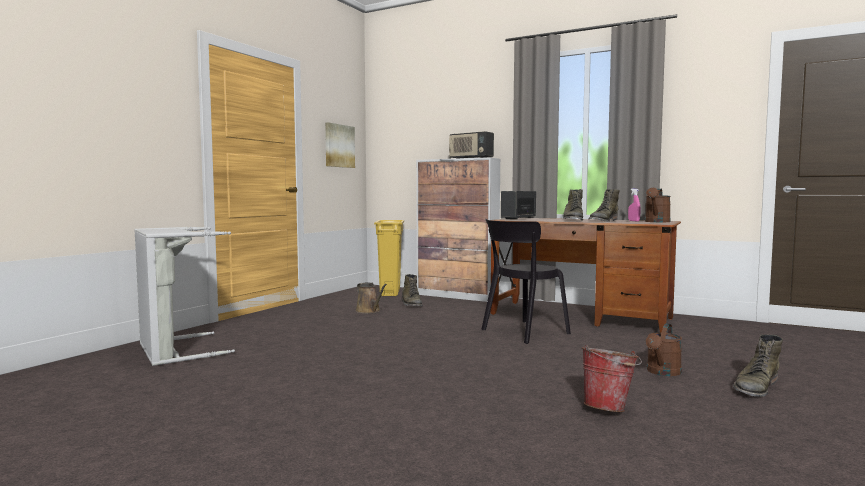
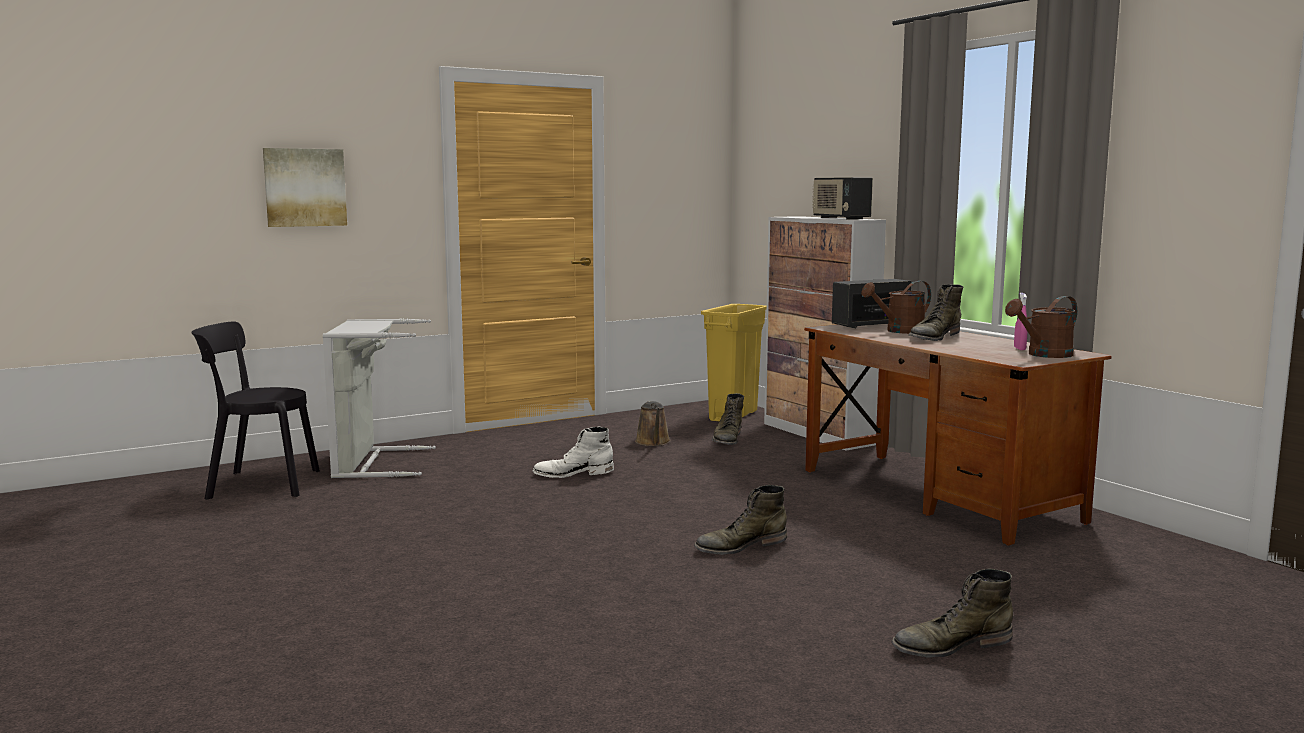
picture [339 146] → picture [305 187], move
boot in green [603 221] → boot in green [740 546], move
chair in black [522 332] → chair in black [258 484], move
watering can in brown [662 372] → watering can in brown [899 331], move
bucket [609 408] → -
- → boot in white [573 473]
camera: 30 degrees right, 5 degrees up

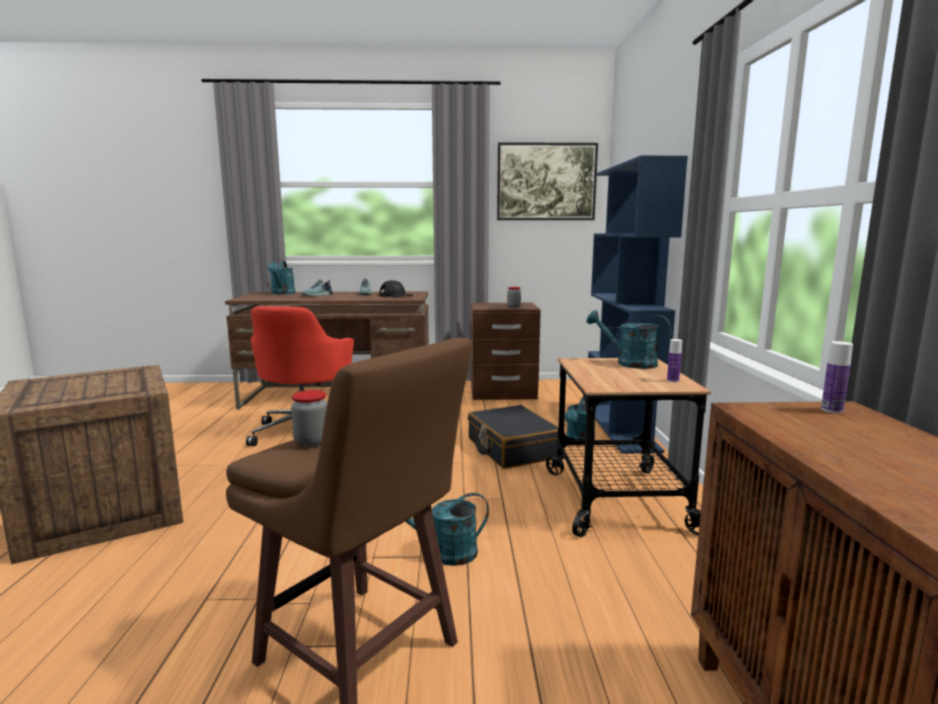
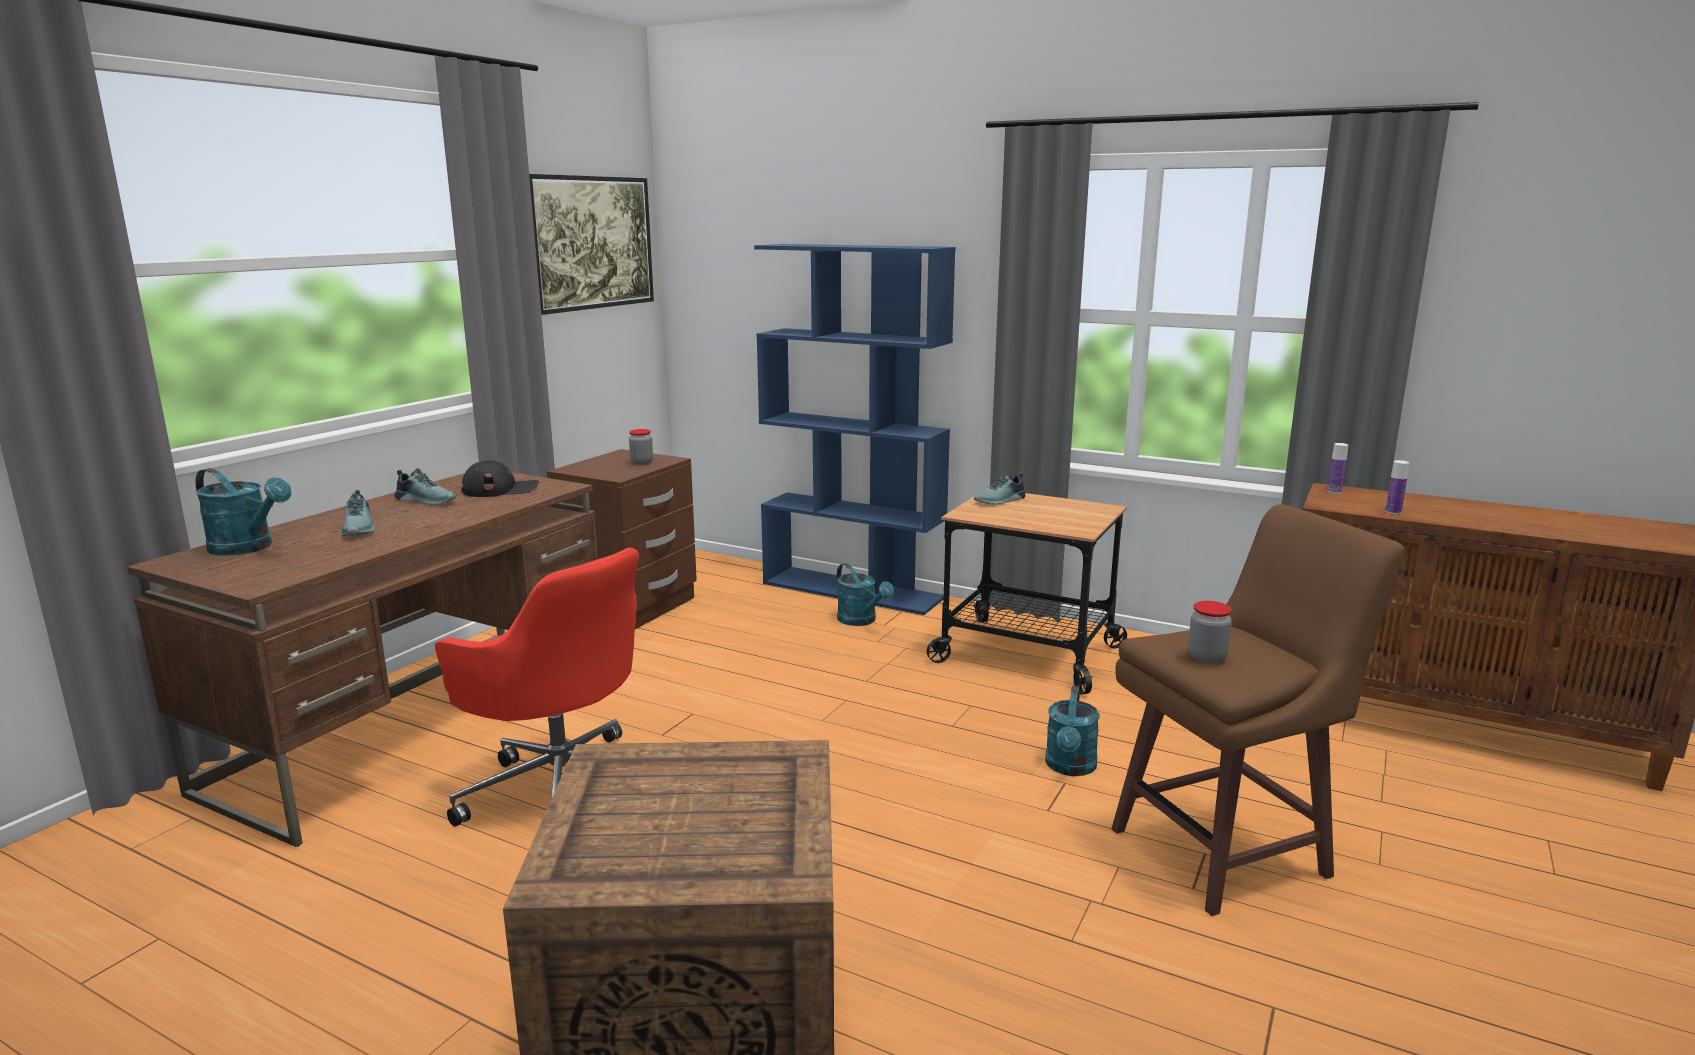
watering can in turquoise [629 363] → shoe [1001 501]
bottle [673 380] → bottle [1393 512], move
suitcase in black [512 449] → -
camera: 60 degrees left, 5 degrees up

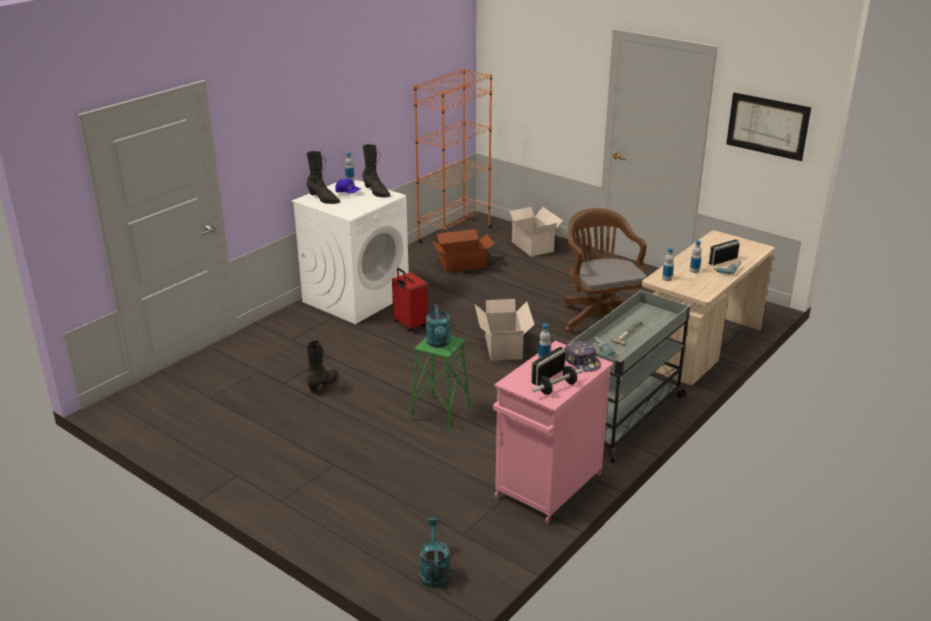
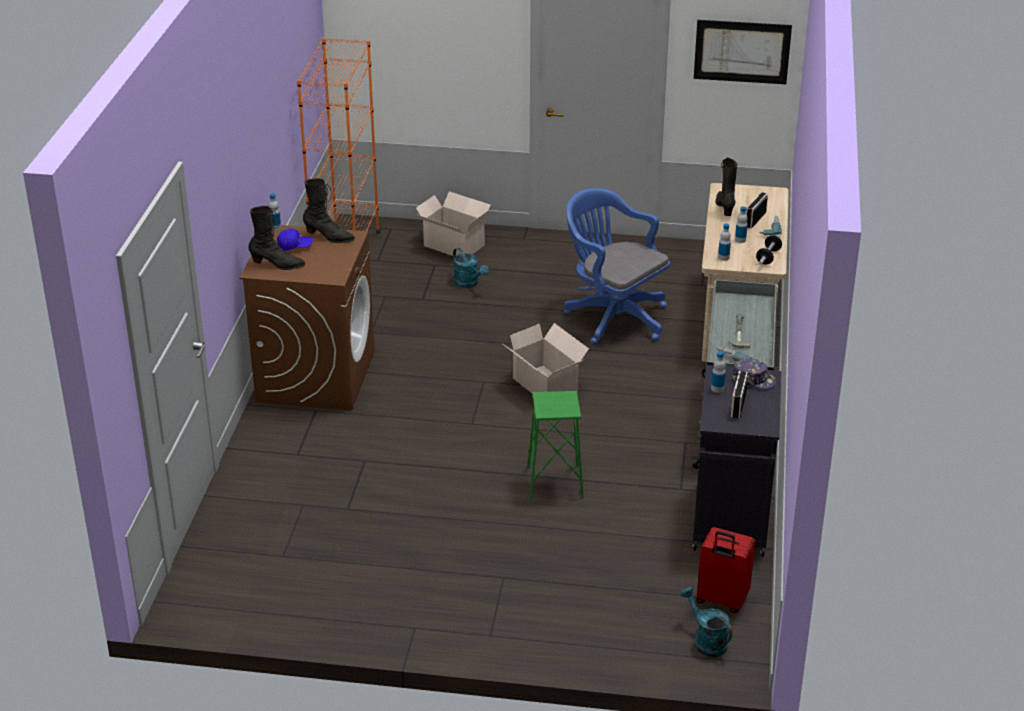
washing machine in white [356 297] → washing machine in brown [316 376]
office chair in brown [600 318] → office chair in blue [613 317]
cardboard box [463 264] → -
suitcase in red [409 325] → suitcase in red [721 600], move
watering can in turquoise [439 343] → watering can in turquoise [469 284], move
boot in black [323 384] → boot in black [724 208], move
cabinet in pink [547 487] → cabinet in black [730 521]
dumbbell [557 388] → dumbbell [768 257], move
camera: 30 degrees left, 5 degrees up

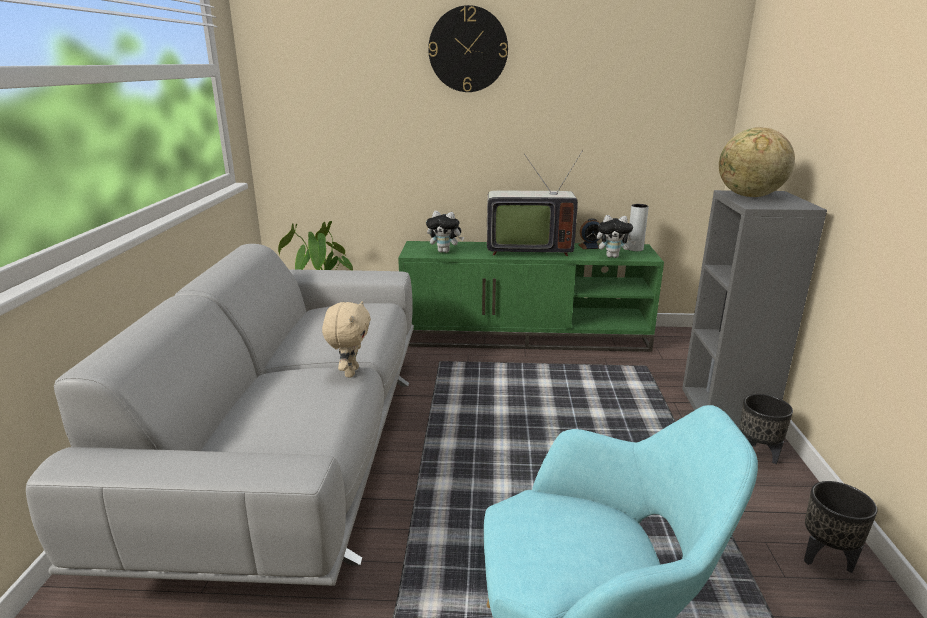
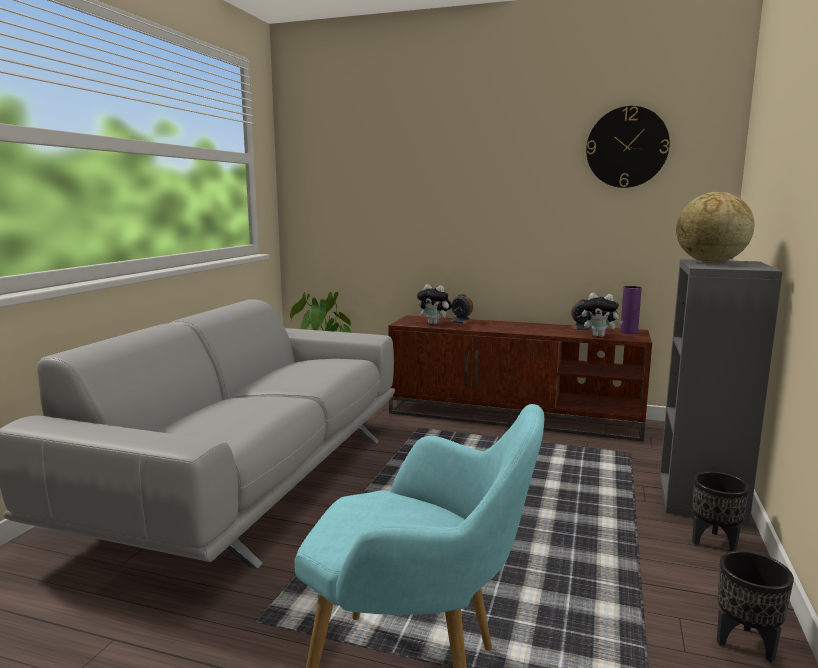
wall clock [468 49] → wall clock [627 147], move
television [527 249] → -
vase in grey [635 249] → vase in purple [629 332]
tv stand in green [526 336] → tv stand in brown [514 416]
plush toy in beige [350 372] → -
- → alarm clock [461 321]
camera: 15 degrees right, 10 degrees down

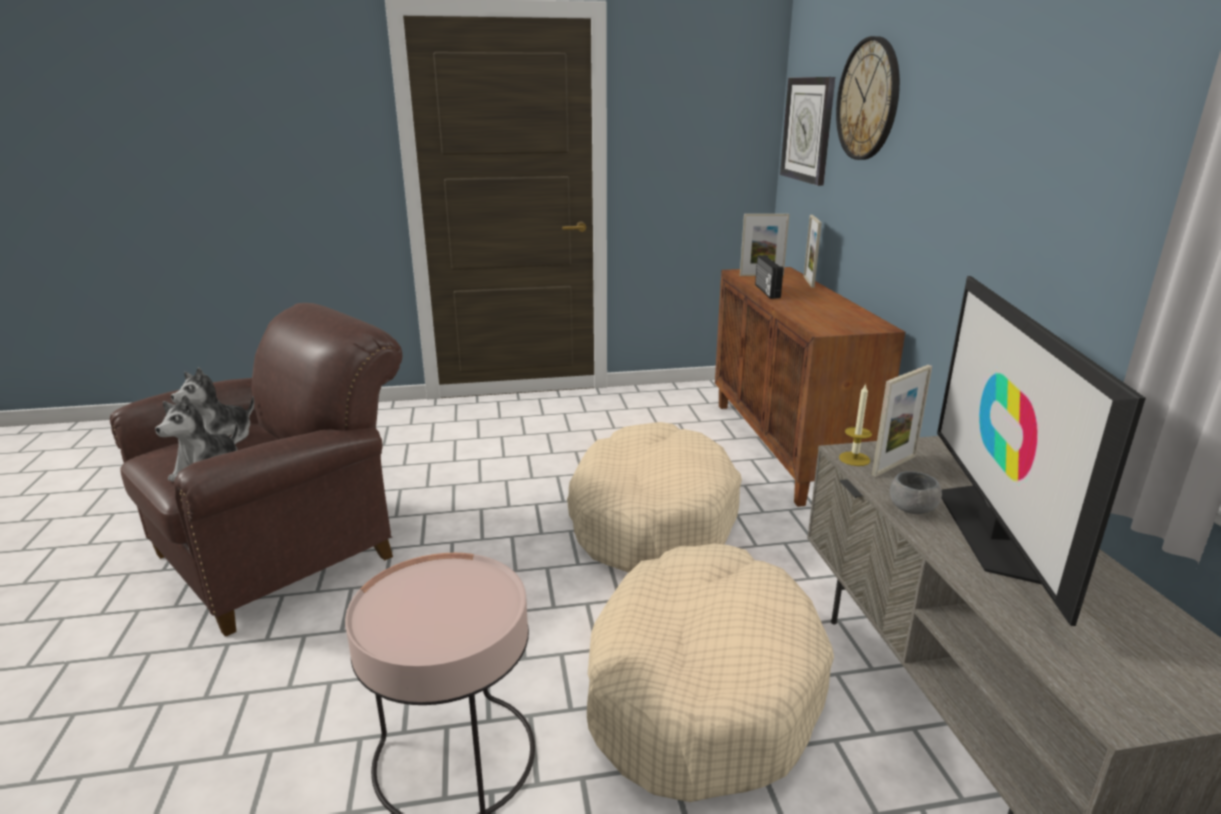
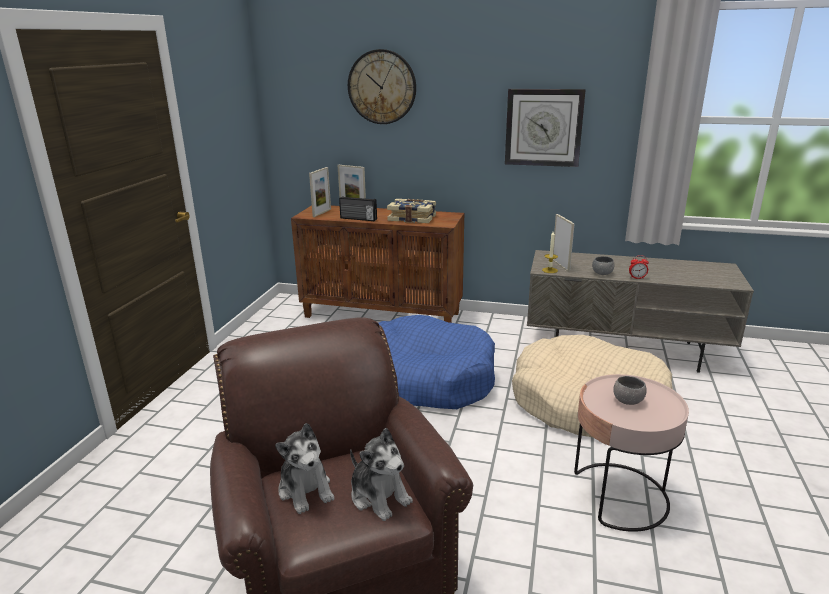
wall clock [808 129] → wall clock [543 127], move
television [992 530] → -
dog bed in beige [650 518] → dog bed in blue [425 378]
- → book [412 218]
- → alarm clock [637 278]
- → bowl in grey [628 401]
camera: 65 degrees left, 0 degrees up

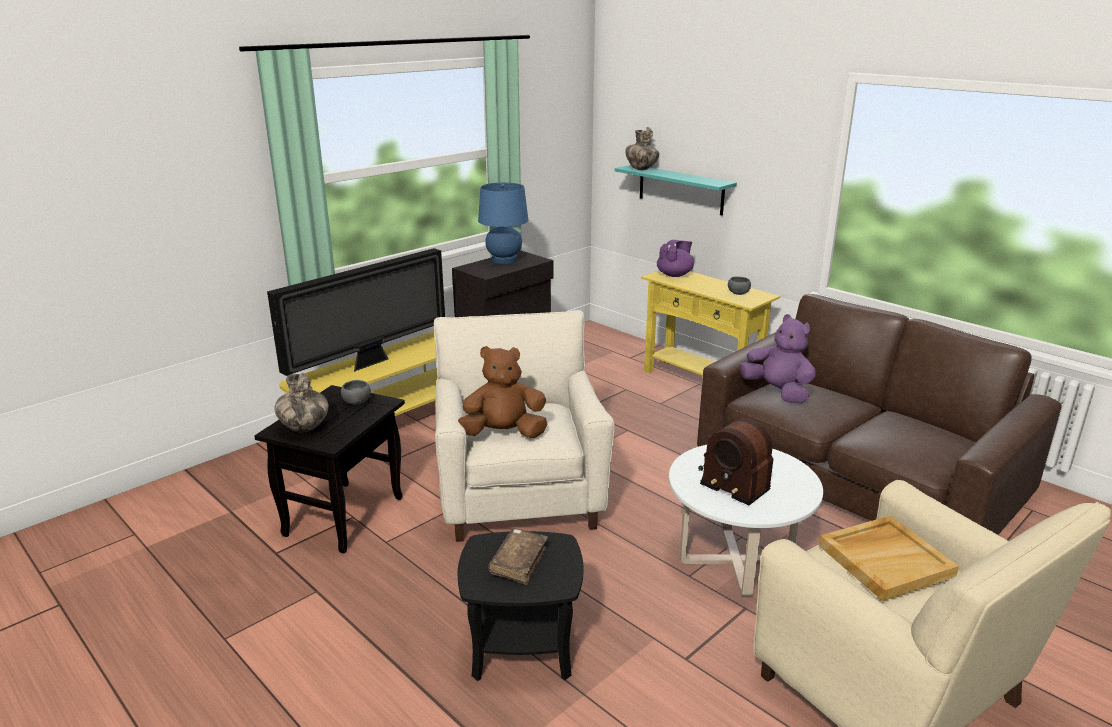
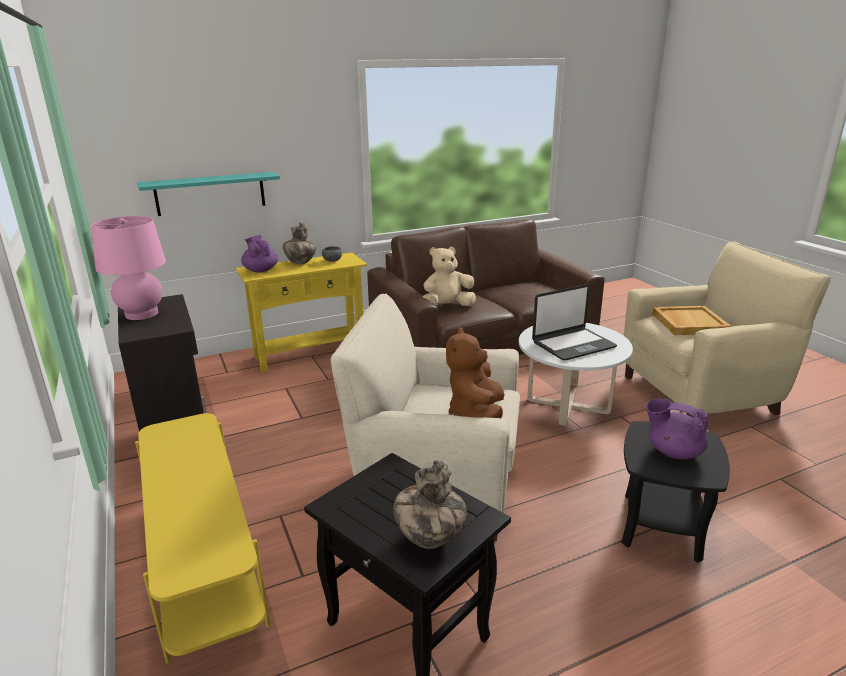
vase [641 169] → vase [300 262], move
table lamp in blue [504 260] → table lamp in pink [142 314]
television [370 362] → -
plush toy in purple [777 392] → plush toy in beige [447 307]
bowl in grey [356 402] → -
radio [734 478] → laptop [572 344]
book in brown [518 562] → teapot in purple [673 452]
camera: 70 degrees left, 0 degrees up

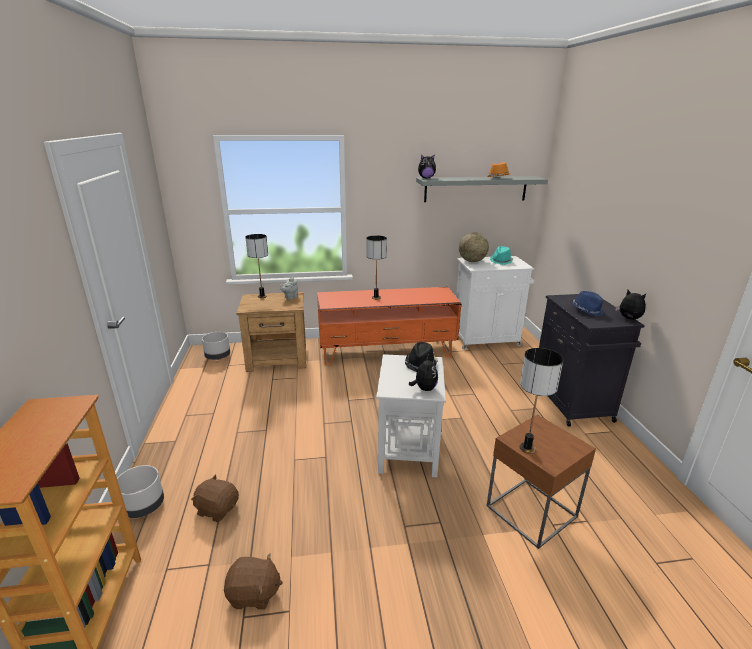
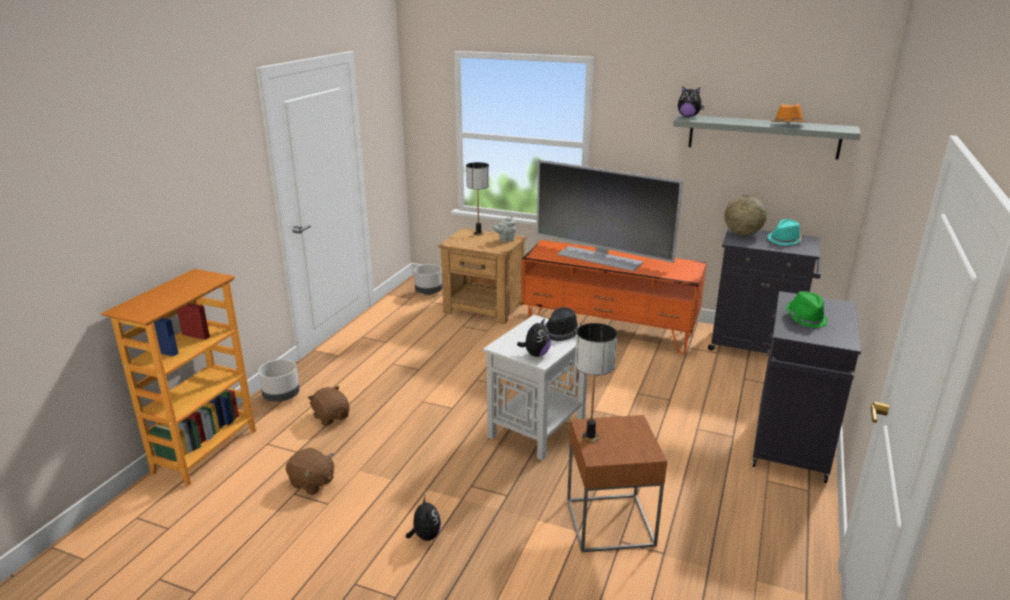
table lamp [376 297] → television [600 258]
cabinet in white [486 339] → cabinet in black [756 346]
plush toy [628 319] → plush toy [425 536], move
hat in blue [586 310] → hat in green [805 318]
camera: 30 degrees right, 0 degrees up

